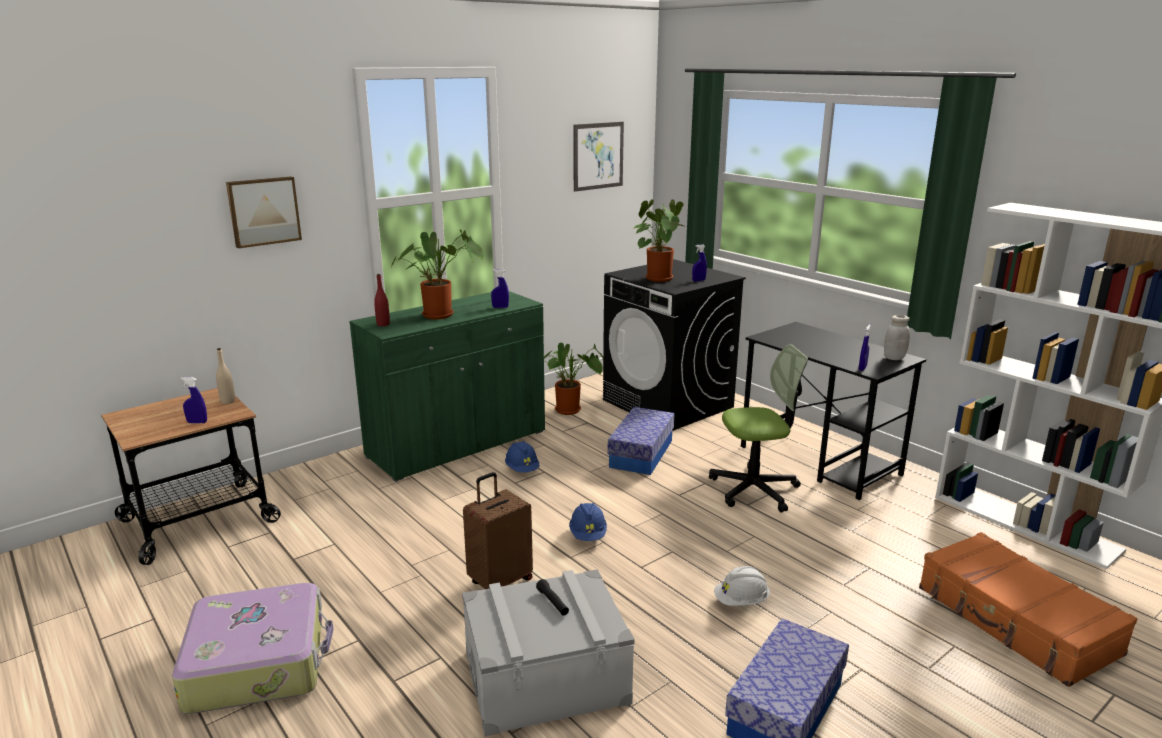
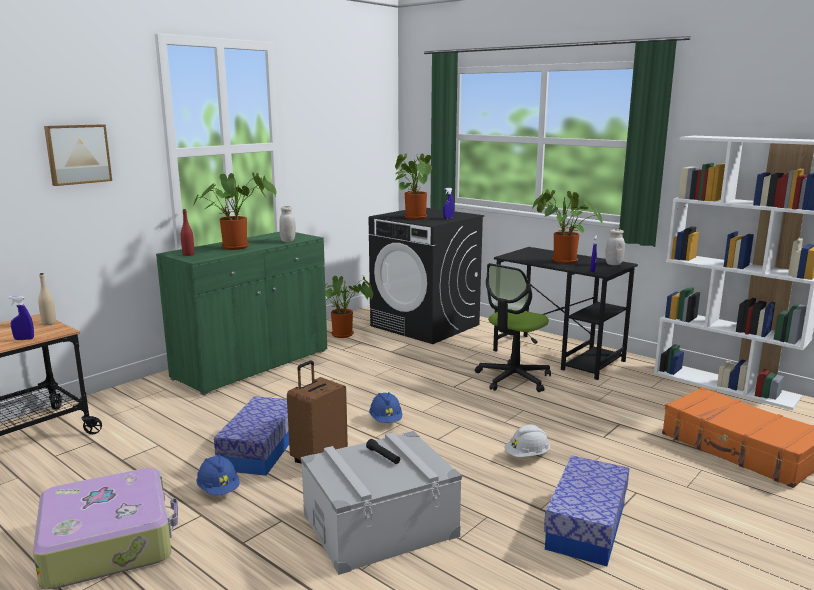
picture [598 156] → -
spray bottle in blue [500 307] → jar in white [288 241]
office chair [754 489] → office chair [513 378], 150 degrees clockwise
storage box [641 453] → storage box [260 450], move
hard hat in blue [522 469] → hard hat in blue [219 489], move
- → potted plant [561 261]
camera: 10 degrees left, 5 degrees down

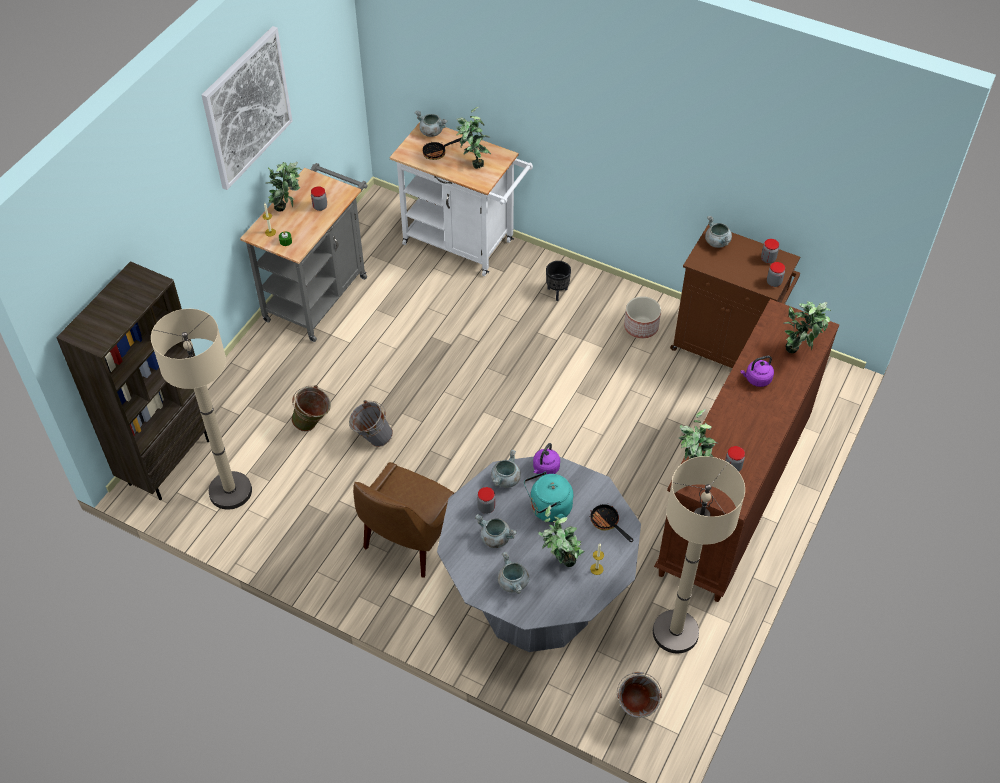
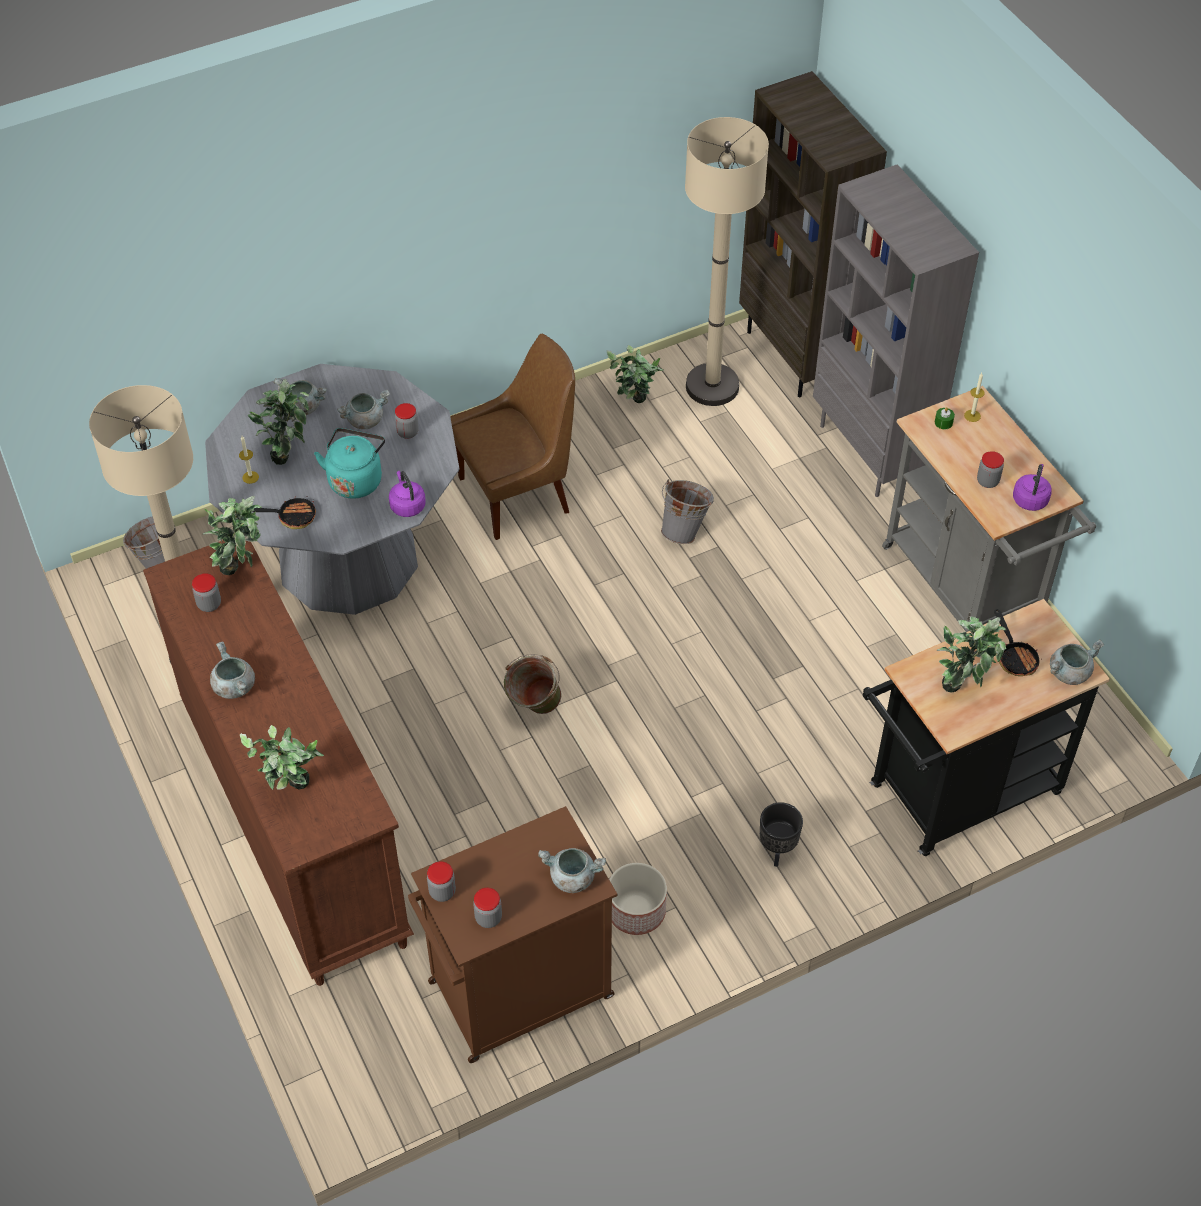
picture [247 108] → -
cart in white [464 244] → cart in black [955 795]
frying pan [438 152] → frying pan [1015 657], 150 degrees clockwise
potted plant [288 208] → potted plant [634 405], move
kettle in purple [756 379] → kettle in purple [1030 499], move
bucket in green [313 424] → bucket in green [534 709], move
cooking pot in grey [505 480] → cooking pot in grey [234 686], move
chair in brown [408 542] → chair in brown [518 494], 90 degrees clockwise
- → bookcase in grey [872 452]
camera: 125 degrees right, 0 degrees up

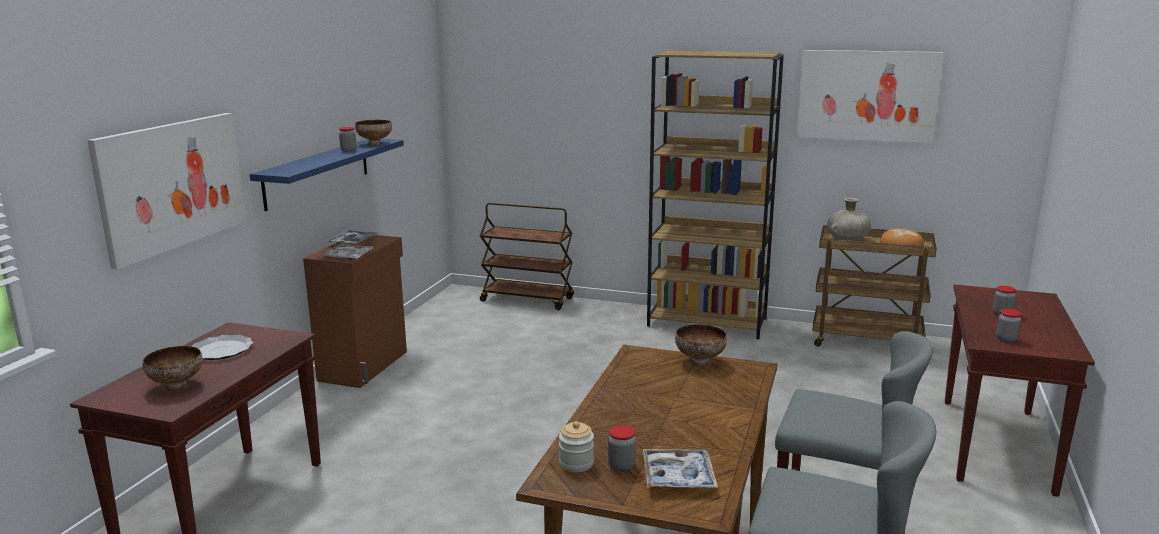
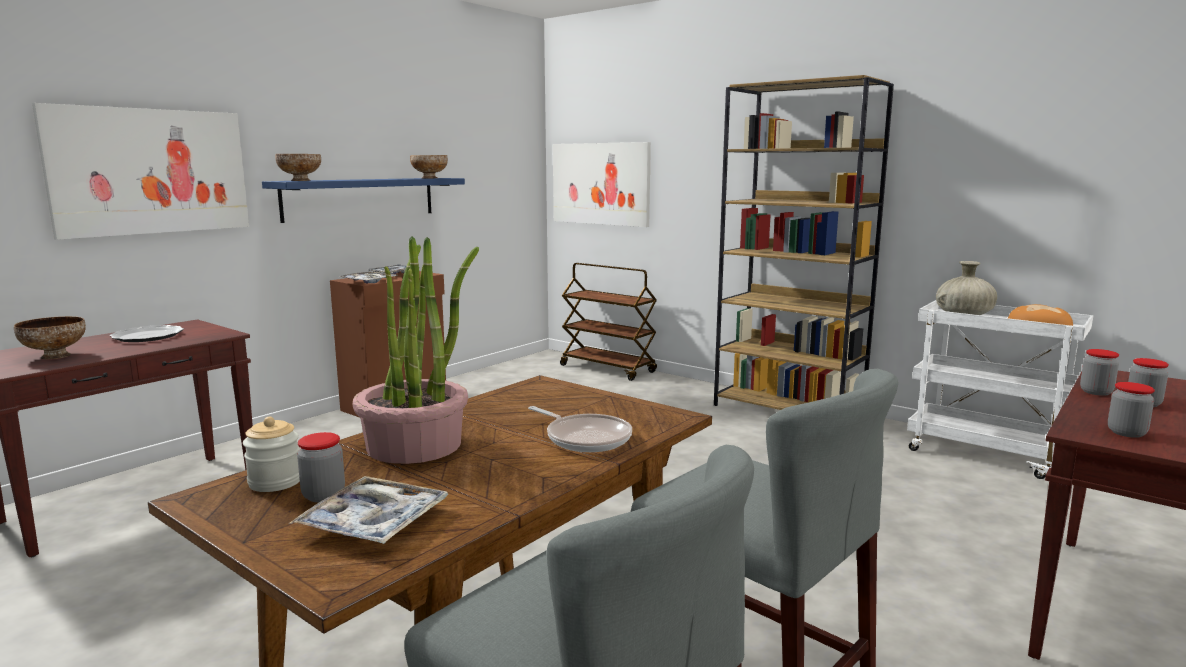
picture [867 95] → picture [600 183], move
jar [348 150] → jar [1096 392], move
cart in brown [866 341] → cart in white [987 454]
bowl [699 362] → bowl [299 180], move
- → potted plant [415 445]
- → frying pan [585 438]
camera: 20 degrees right, 5 degrees down

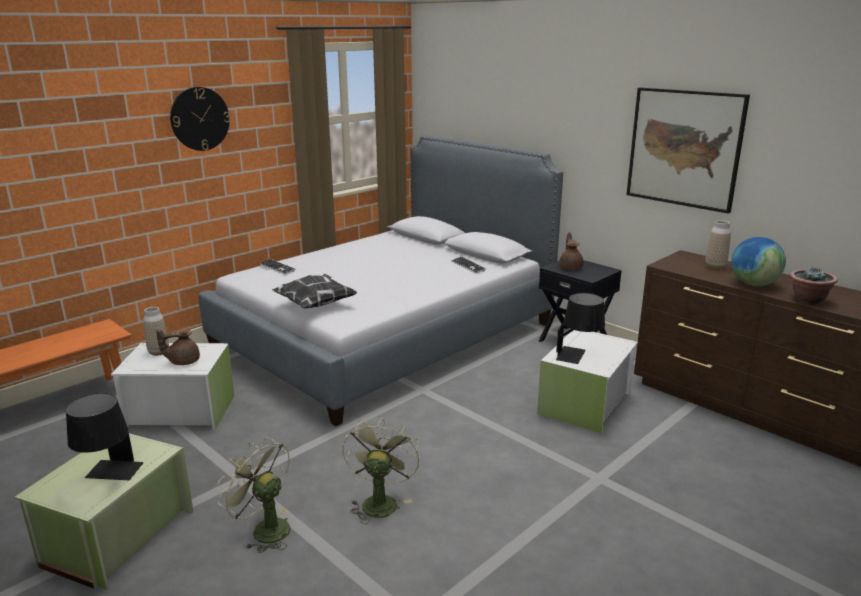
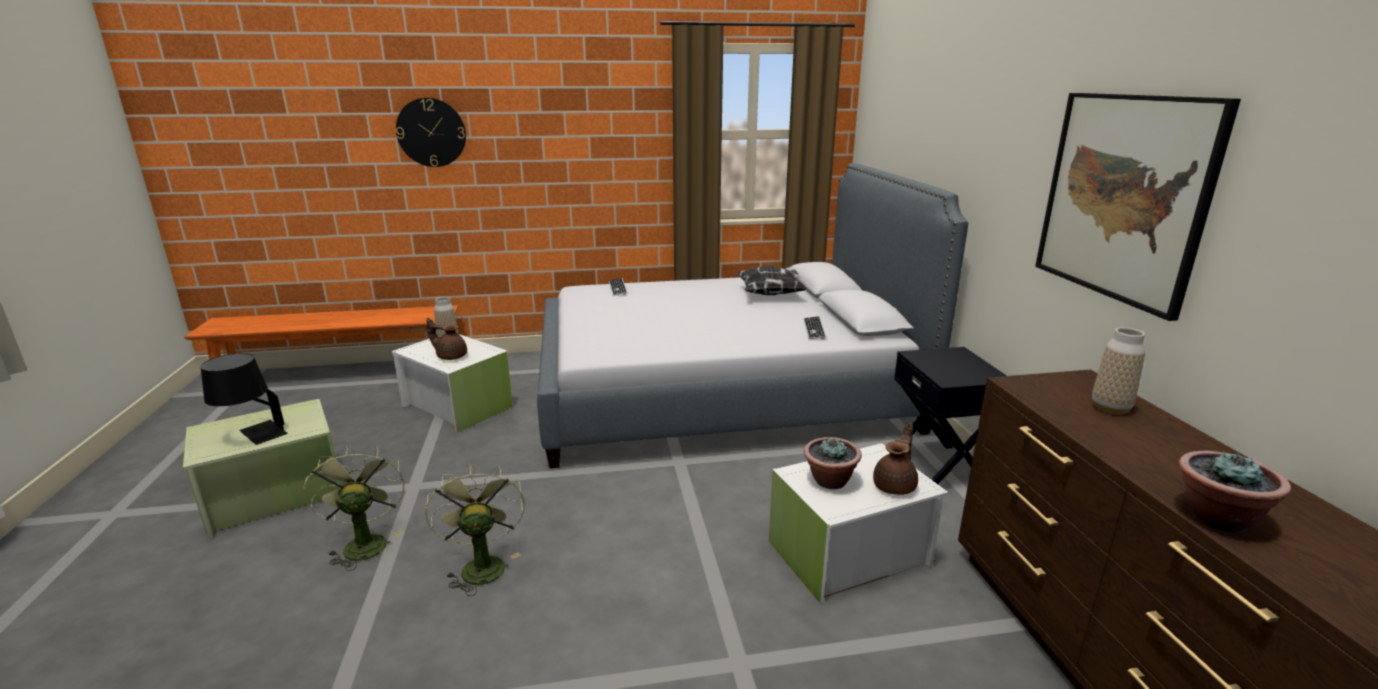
wall clock [200 119] → wall clock [431 132], move
teapot in brown [570 267] → teapot in brown [895 486], move
globe [753 284] → -
pillow [315 304] → pillow [770 294], move
table lamp in black [578 356] → potted plant [829 481]
fan in green [379 501] → fan in green [481 565], 60 degrees counterclockwise
camera: 35 degrees right, 0 degrees up

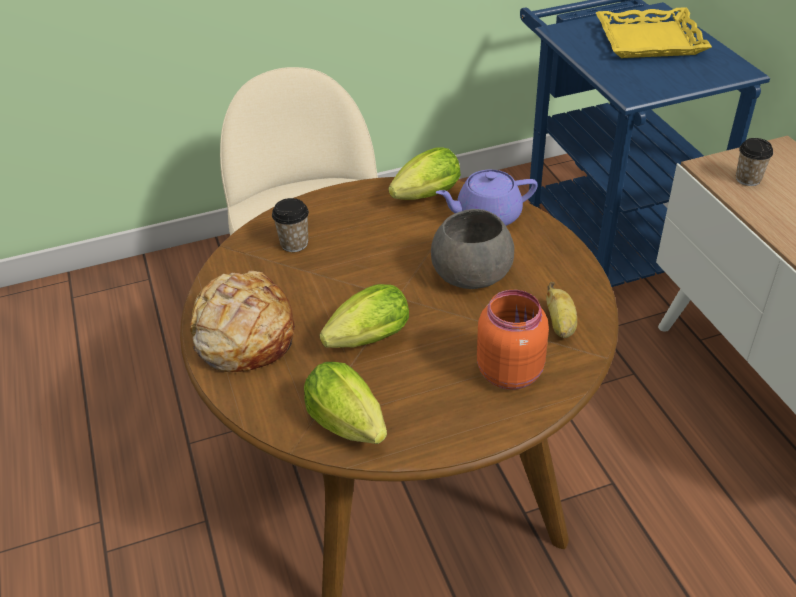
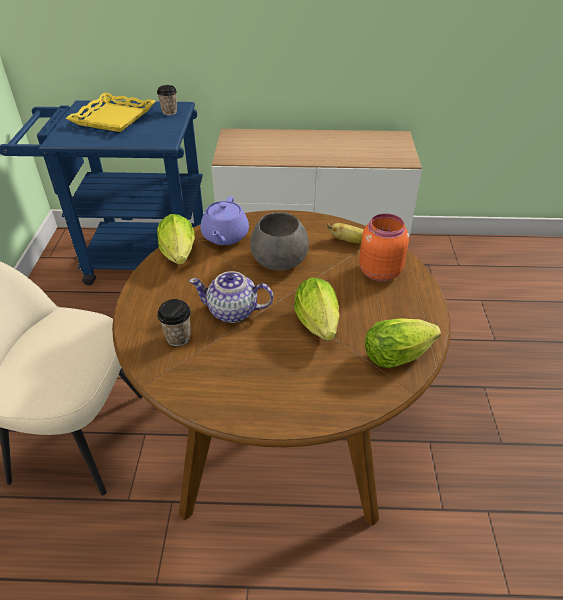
cup [748 179] → cup [169 112], move
bread [243 335] → -
- → teapot [233 312]
camera: 70 degrees left, 0 degrees up

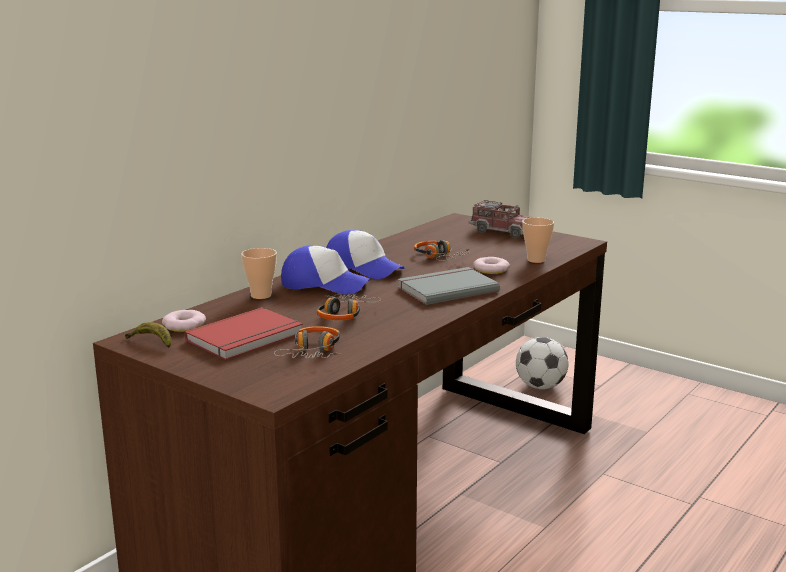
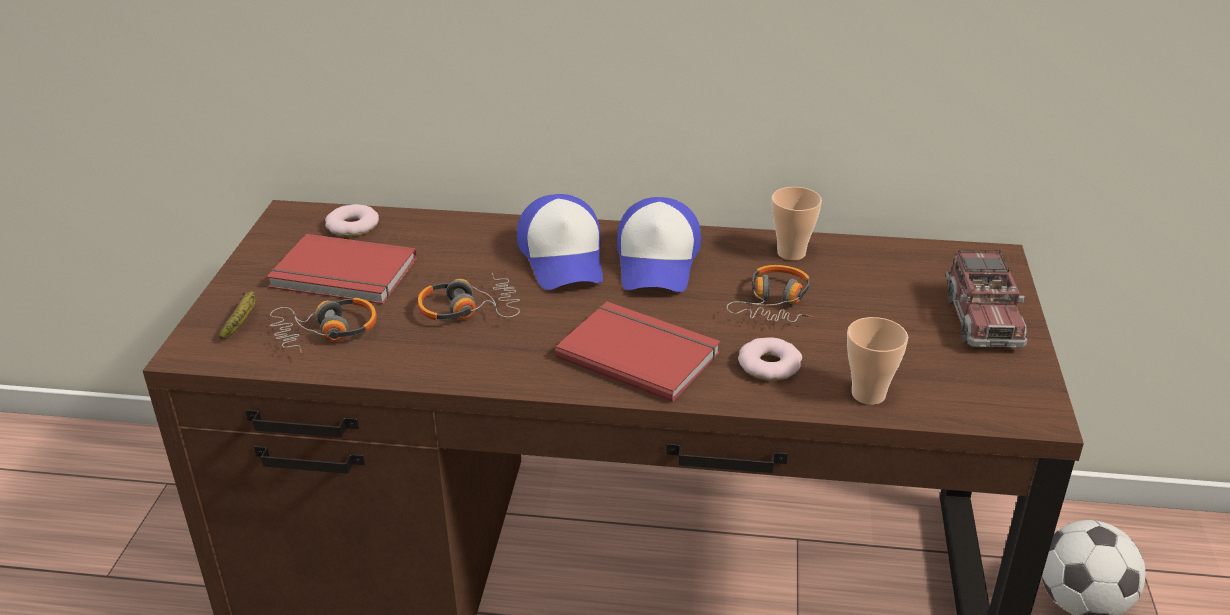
cup [261 295] → cup [791 253], move
book in grey [446 289] → book in red [639 353]
banana [152 342] → banana [243 320], move
camera: 60 degrees right, 15 degrees up

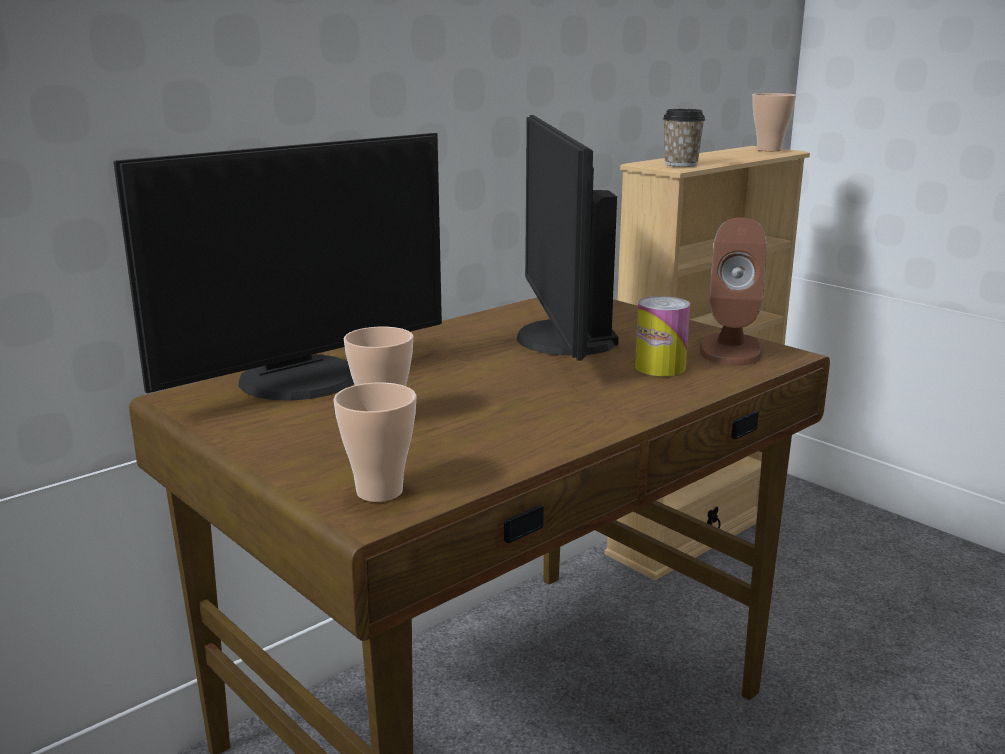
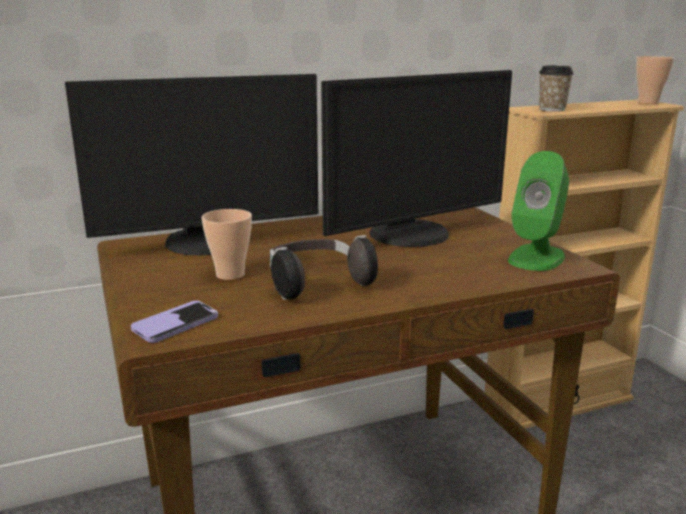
monitor [562 339] → monitor [412 235], 135 degrees counterclockwise
speaker in brown [730 349] → speaker in green [536 258]
can [660 367] → -
cup [379 492] → phone [176 324]
- → headphones [316 284]
camera: 20 degrees right, 0 degrees up

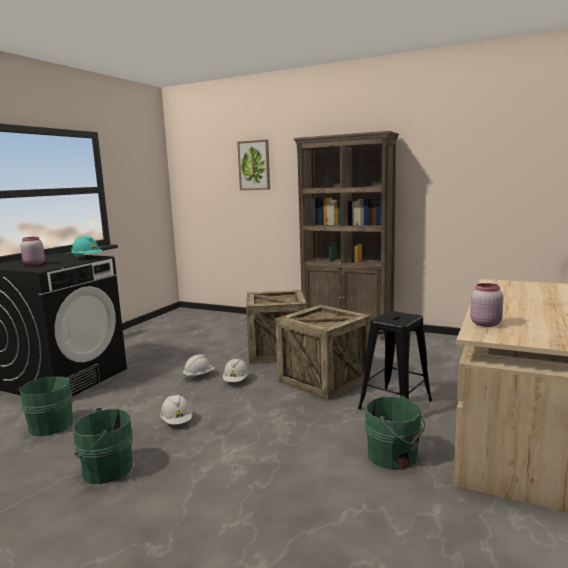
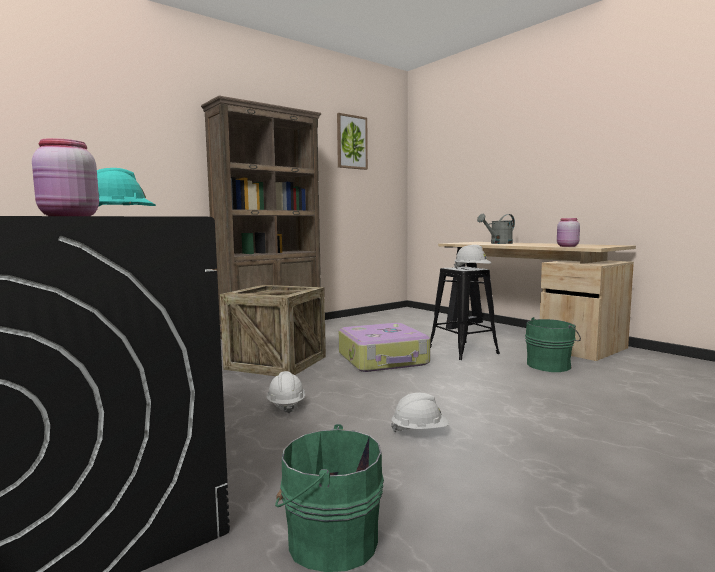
picture [254 165] → picture [351 142], move
crate [324 379] → suitcase [383 359]
hard hat in white [236 381] → hard hat in white [472 269], move
bucket in green [105 469] → -
- → watering can in grey [498 243]
camera: 65 degrees left, 5 degrees down

